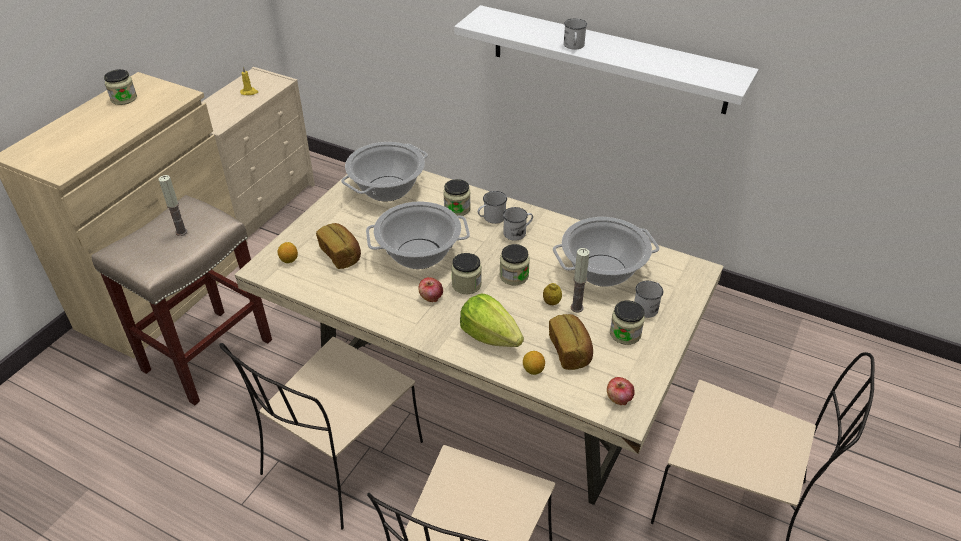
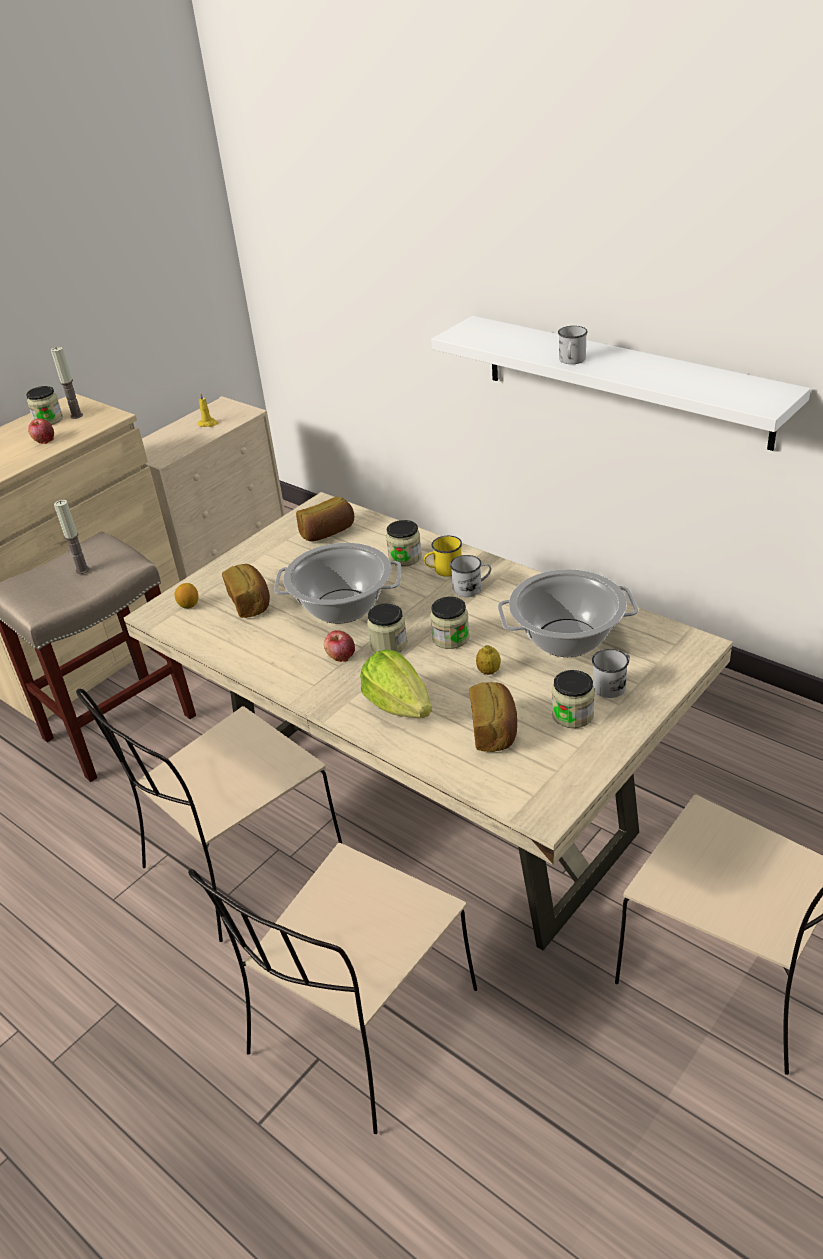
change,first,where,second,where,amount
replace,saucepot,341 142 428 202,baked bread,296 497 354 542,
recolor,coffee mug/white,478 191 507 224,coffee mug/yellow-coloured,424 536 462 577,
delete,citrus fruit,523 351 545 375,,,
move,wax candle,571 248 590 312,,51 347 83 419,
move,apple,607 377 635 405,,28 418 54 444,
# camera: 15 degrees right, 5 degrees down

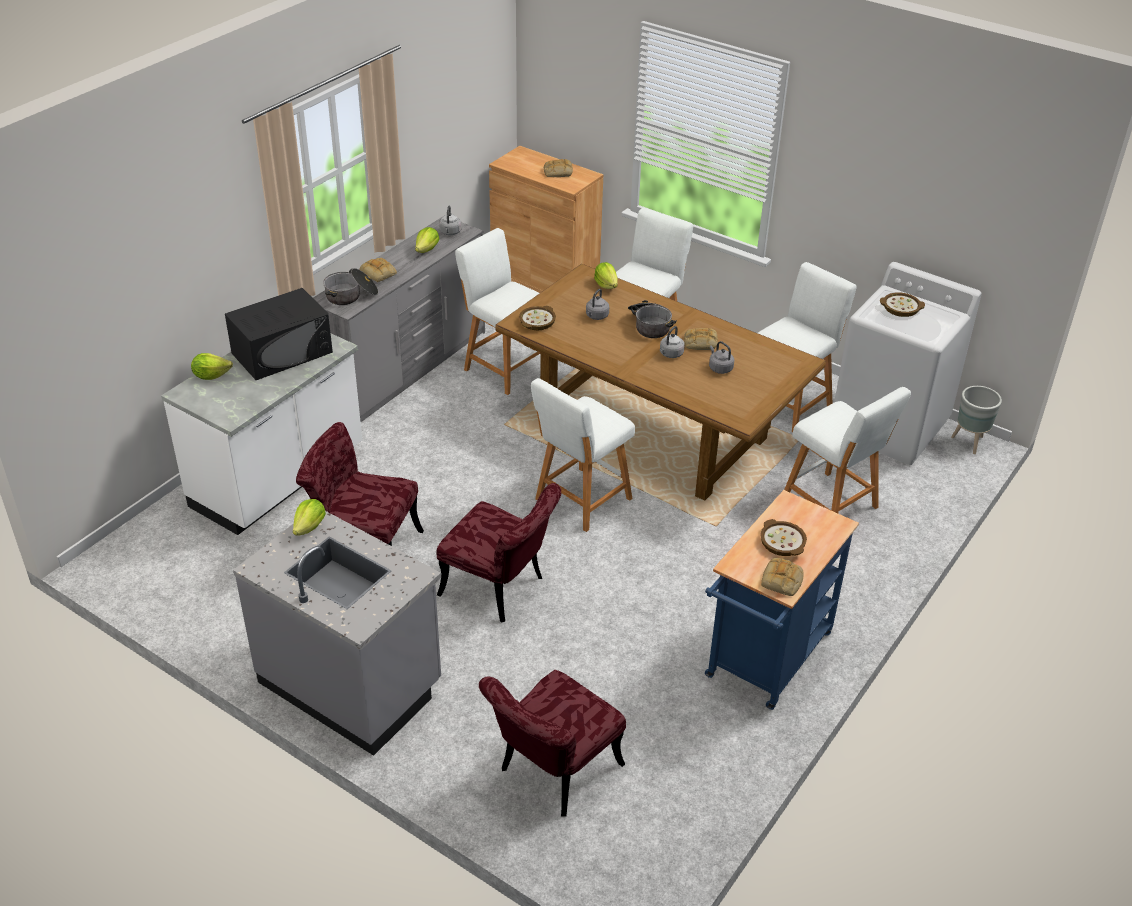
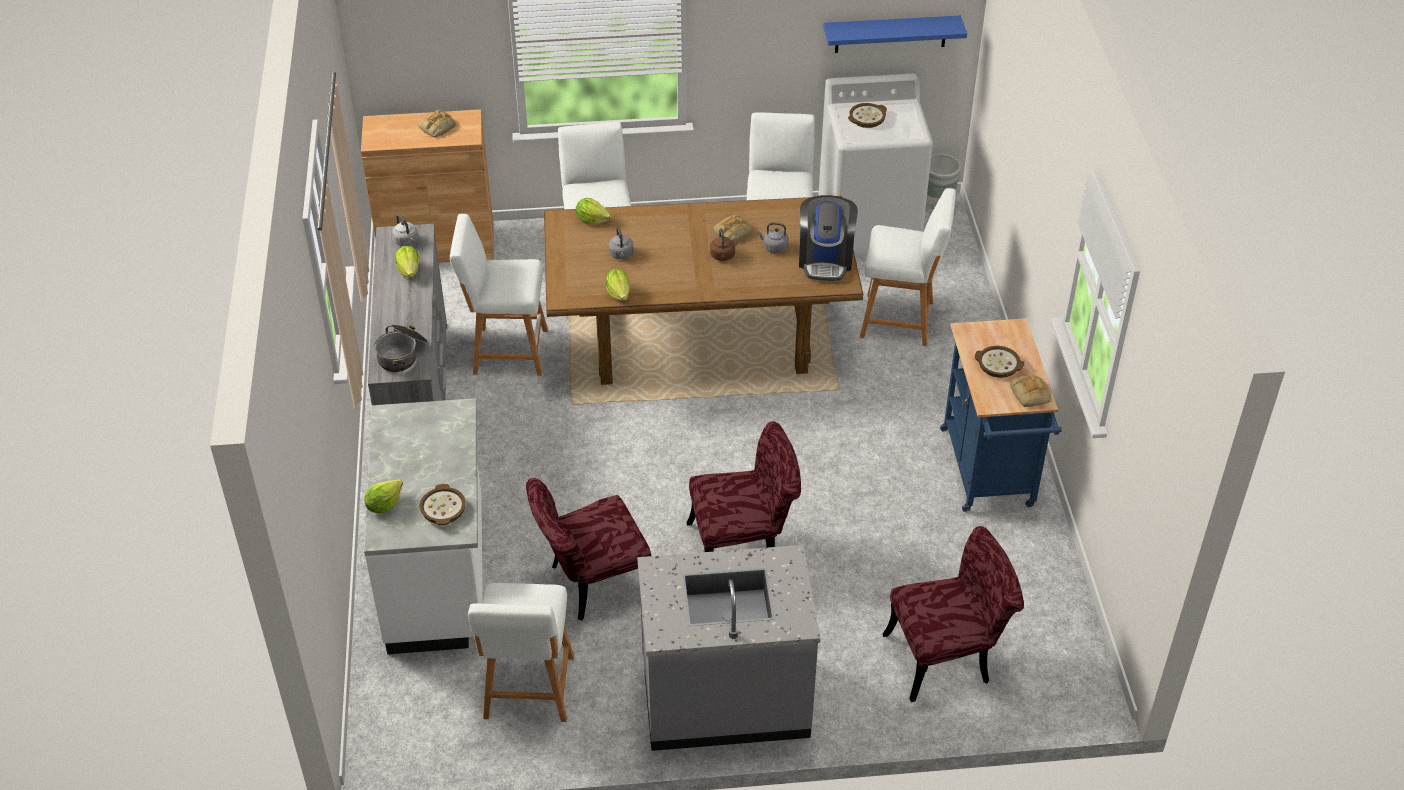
change,first,where,second,where,amount
delete,kitchen microwave/blackish,225 288 333 380,,,
move,head of lettuce,293 499 326 536,,606 269 630 301,
delete,baked bread,360 258 397 282,,,
rotate,upright chair/reddish,479 670 626 816,,883 526 1024 702,105 degrees counterclockwise
move,bowl,519 306 556 330,,419 484 466 525,
move,stool/white,531 378 635 532,,468 583 574 722,
delete,saucepot,628 300 677 338,,,
recolor,tea kettle/grey,660 326 685 358,tea kettle/brown,710 228 735 261,
insert,,,coffee brewer,799 195 858 281,
insert,,,bracket shelf/bluish,823 16 967 53,
# camera: 40 degrees left, 5 degrees up

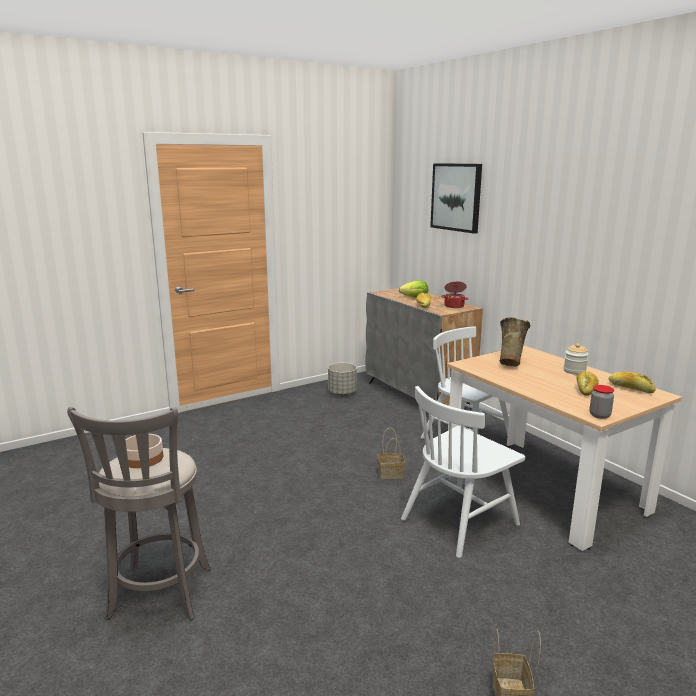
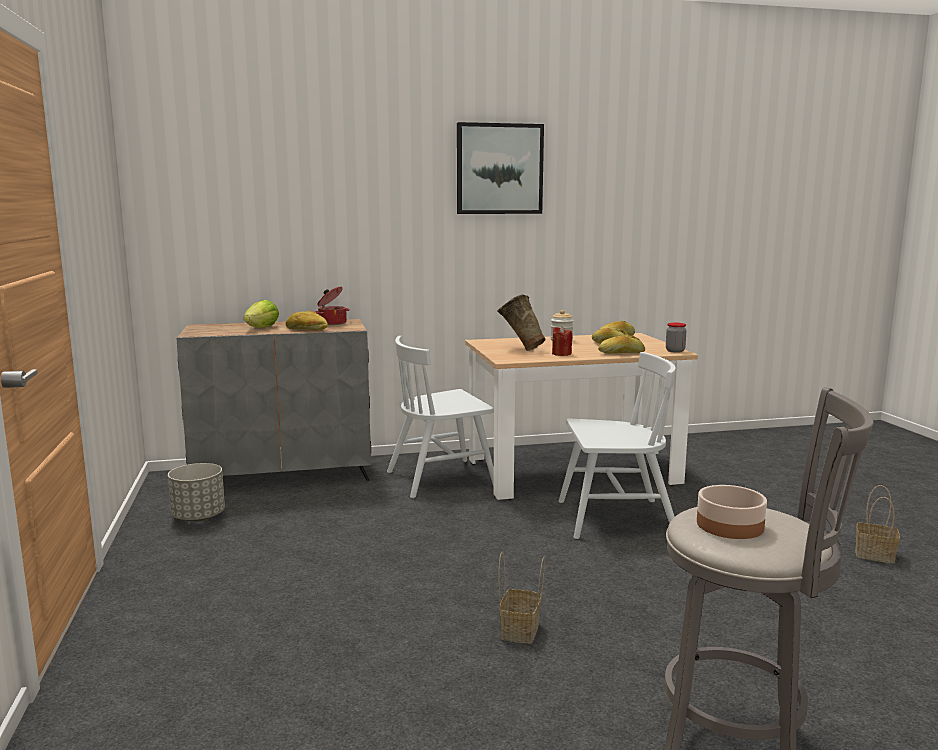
change,first,where,second,where,amount
move,household basket,378 428 405 479,,498 552 545 644,
rotate,upright chair/white,401 386 525 558,,558 352 676 539,75 degrees counterclockwise
move,wall picture,430 163 482 234,,457 122 544 214,
insert,,,wax candle/reddish,552 326 572 356,
insert,,,baked bread,598 335 645 354,
# camera: 70 degrees left, 5 degrees down

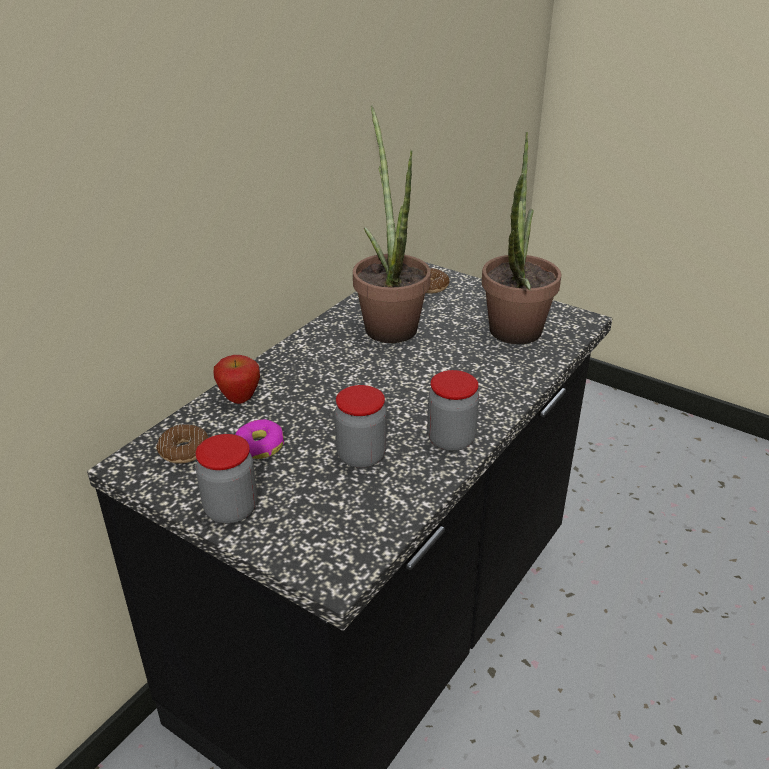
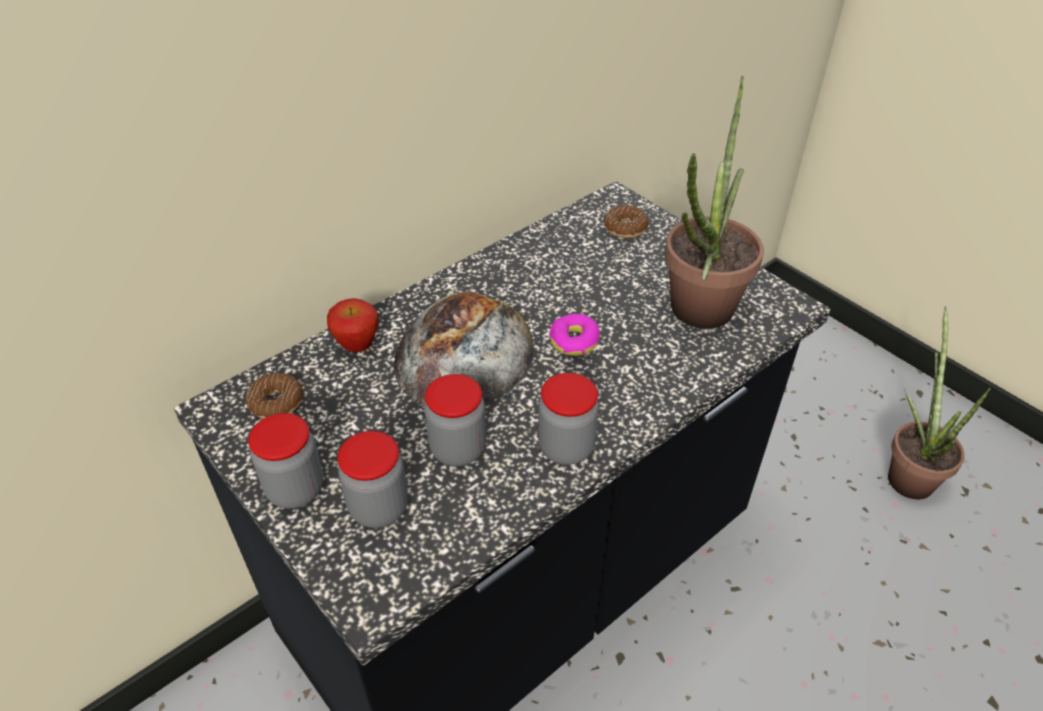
change,first,where,second,where,amount
move,ring doughnut,235 419 284 459,,549 314 600 356,
move,houseplant,353 106 431 343,,888 306 991 499,
insert,,,preserve jar,337 431 408 528,
insert,,,baked bread,393 292 534 407,
# camera: 15 degrees right, 10 degrees up

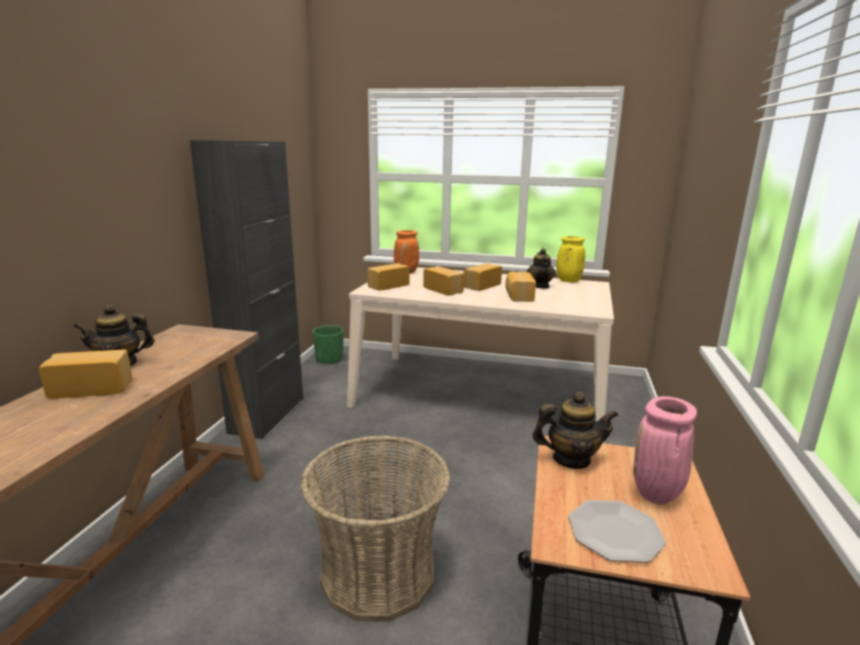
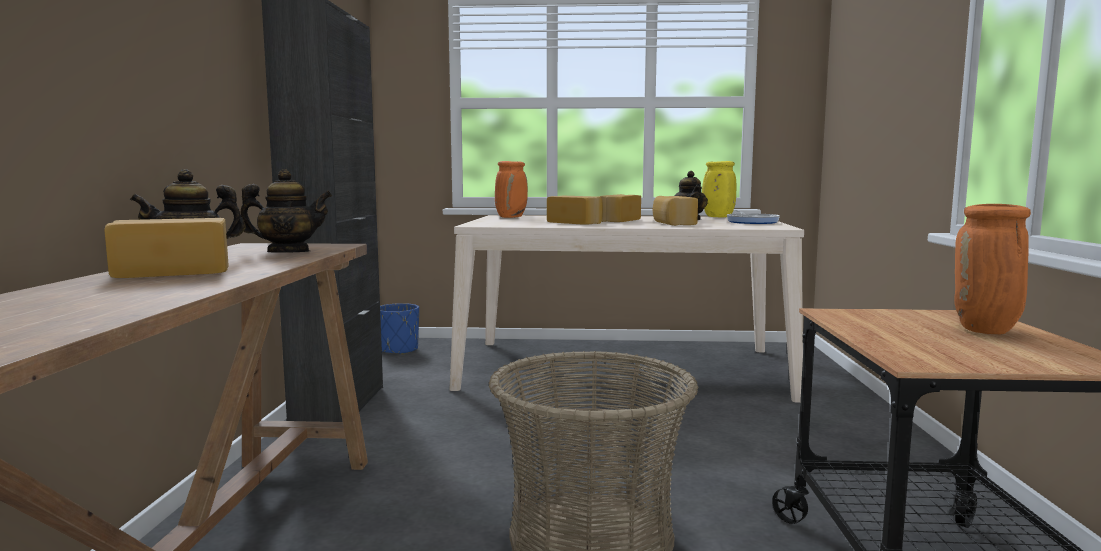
change,first,where,second,where,amount
recolor,planter/greenish,312 325 343 365,planter/bluish,380 303 419 355,
delete,baked bread,367 263 409 290,,,
move,teapot,532 392 618 469,,240 169 332 253,
delete,dinner plate,568 500 666 563,,,
recolor,vase/pink,633 396 697 505,vase/orangey,954 204 1031 334,
insert,,,pan,727 210 780 224,
# camera: 10 degrees left, 10 degrees down

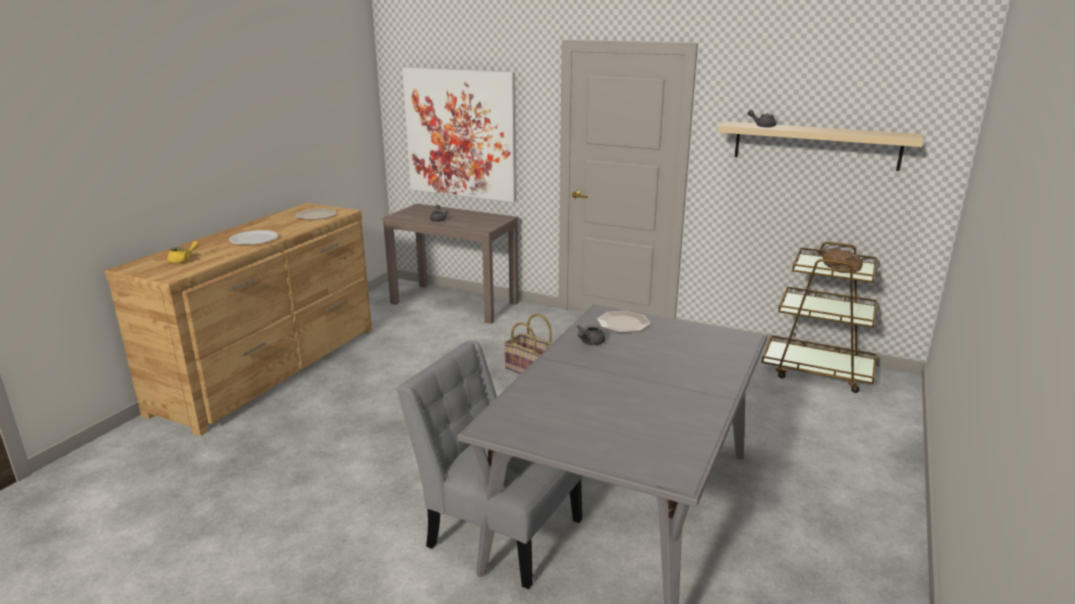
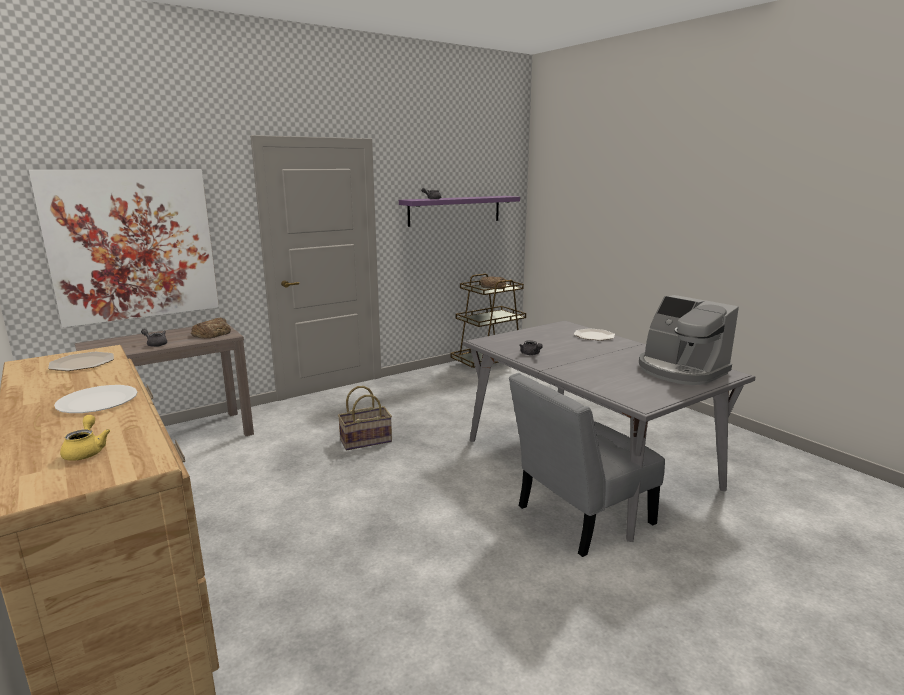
change,first,where,second,where,amount
move,dinner plate,596 311 650 333,,574 328 615 341,
recolor,bracket shelf/beige,718 121 923 171,bracket shelf/purplish,399 196 520 227,
insert,,,baked bread,191 318 231 338,
insert,,,coffee brewer,639 295 739 385,
# camera: 60 degrees left, 5 degrees down

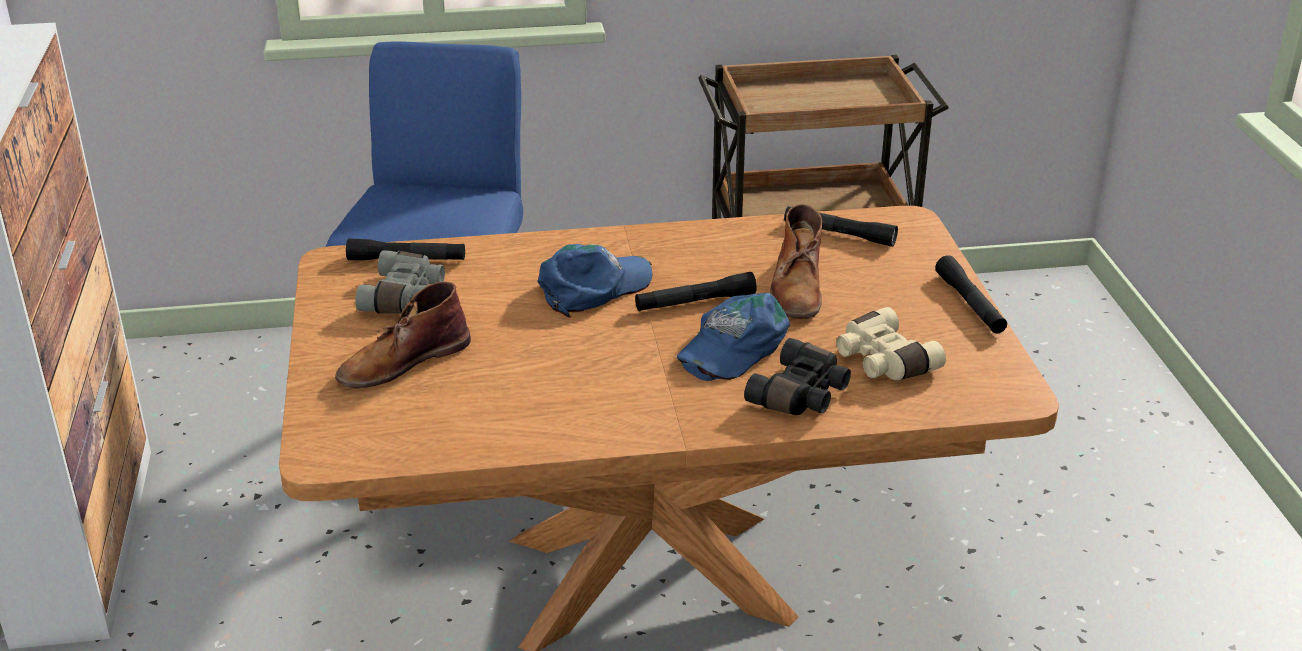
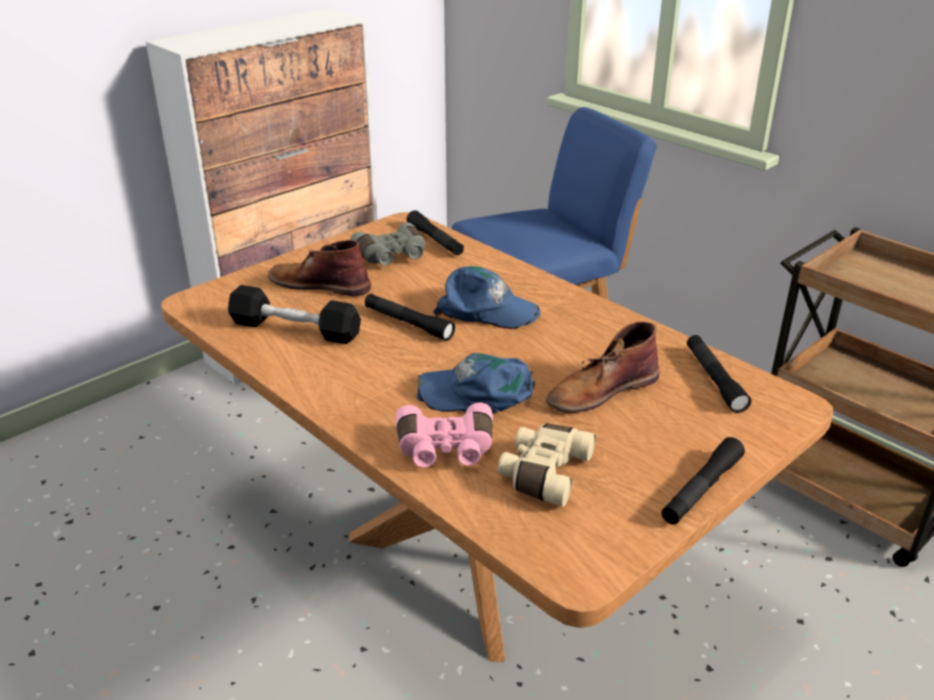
change,first,where,second,where,amount
move,torch/blackish,635 272 757 311,,365 294 455 341,
recolor,pair of binoculars/blackish,744 338 851 415,pair of binoculars/pink,395 403 493 467,
insert,,,free weight/blackish,228 285 361 344,
# camera: 55 degrees right, 0 degrees up

